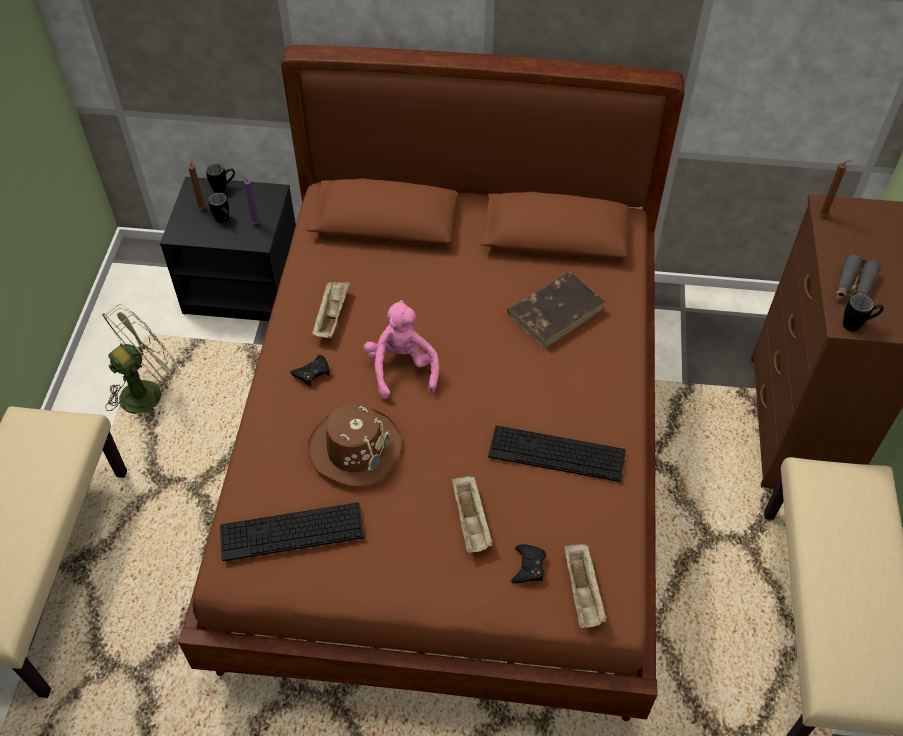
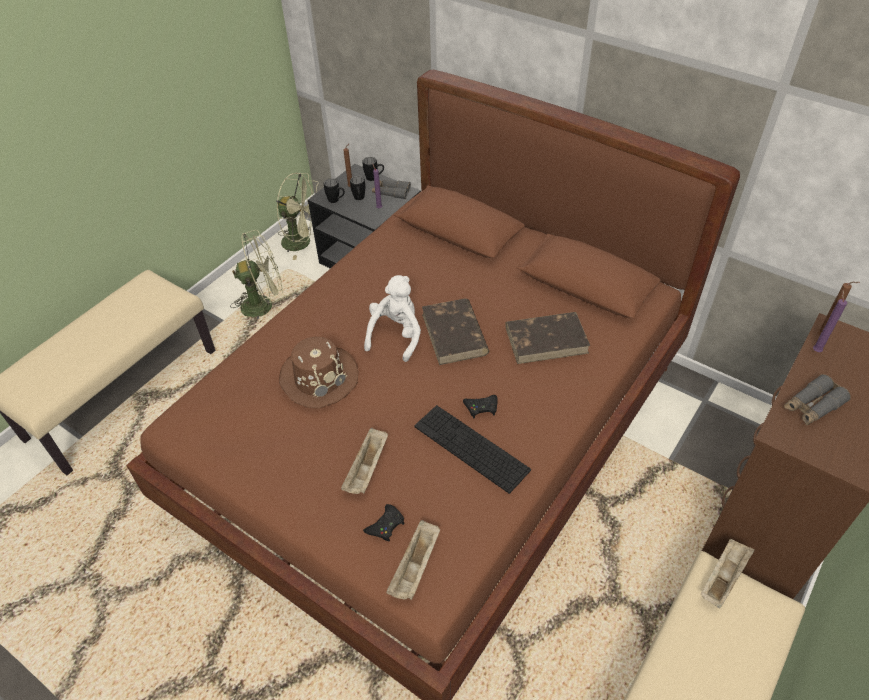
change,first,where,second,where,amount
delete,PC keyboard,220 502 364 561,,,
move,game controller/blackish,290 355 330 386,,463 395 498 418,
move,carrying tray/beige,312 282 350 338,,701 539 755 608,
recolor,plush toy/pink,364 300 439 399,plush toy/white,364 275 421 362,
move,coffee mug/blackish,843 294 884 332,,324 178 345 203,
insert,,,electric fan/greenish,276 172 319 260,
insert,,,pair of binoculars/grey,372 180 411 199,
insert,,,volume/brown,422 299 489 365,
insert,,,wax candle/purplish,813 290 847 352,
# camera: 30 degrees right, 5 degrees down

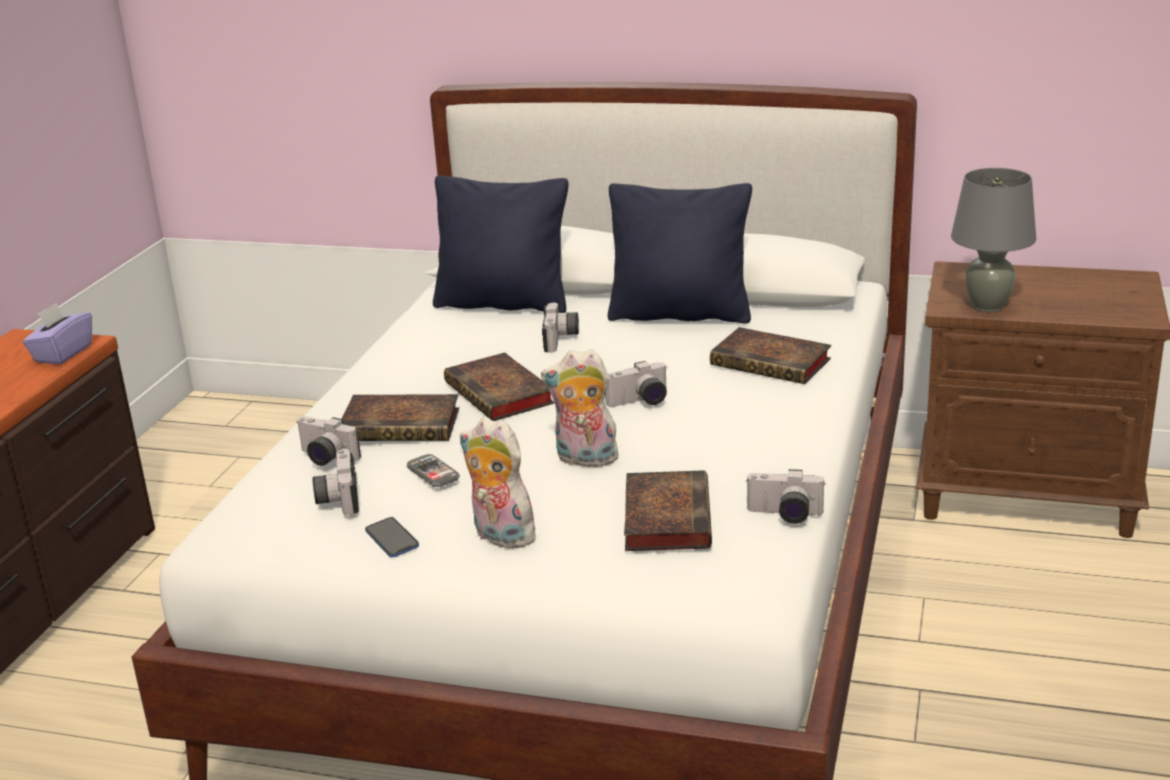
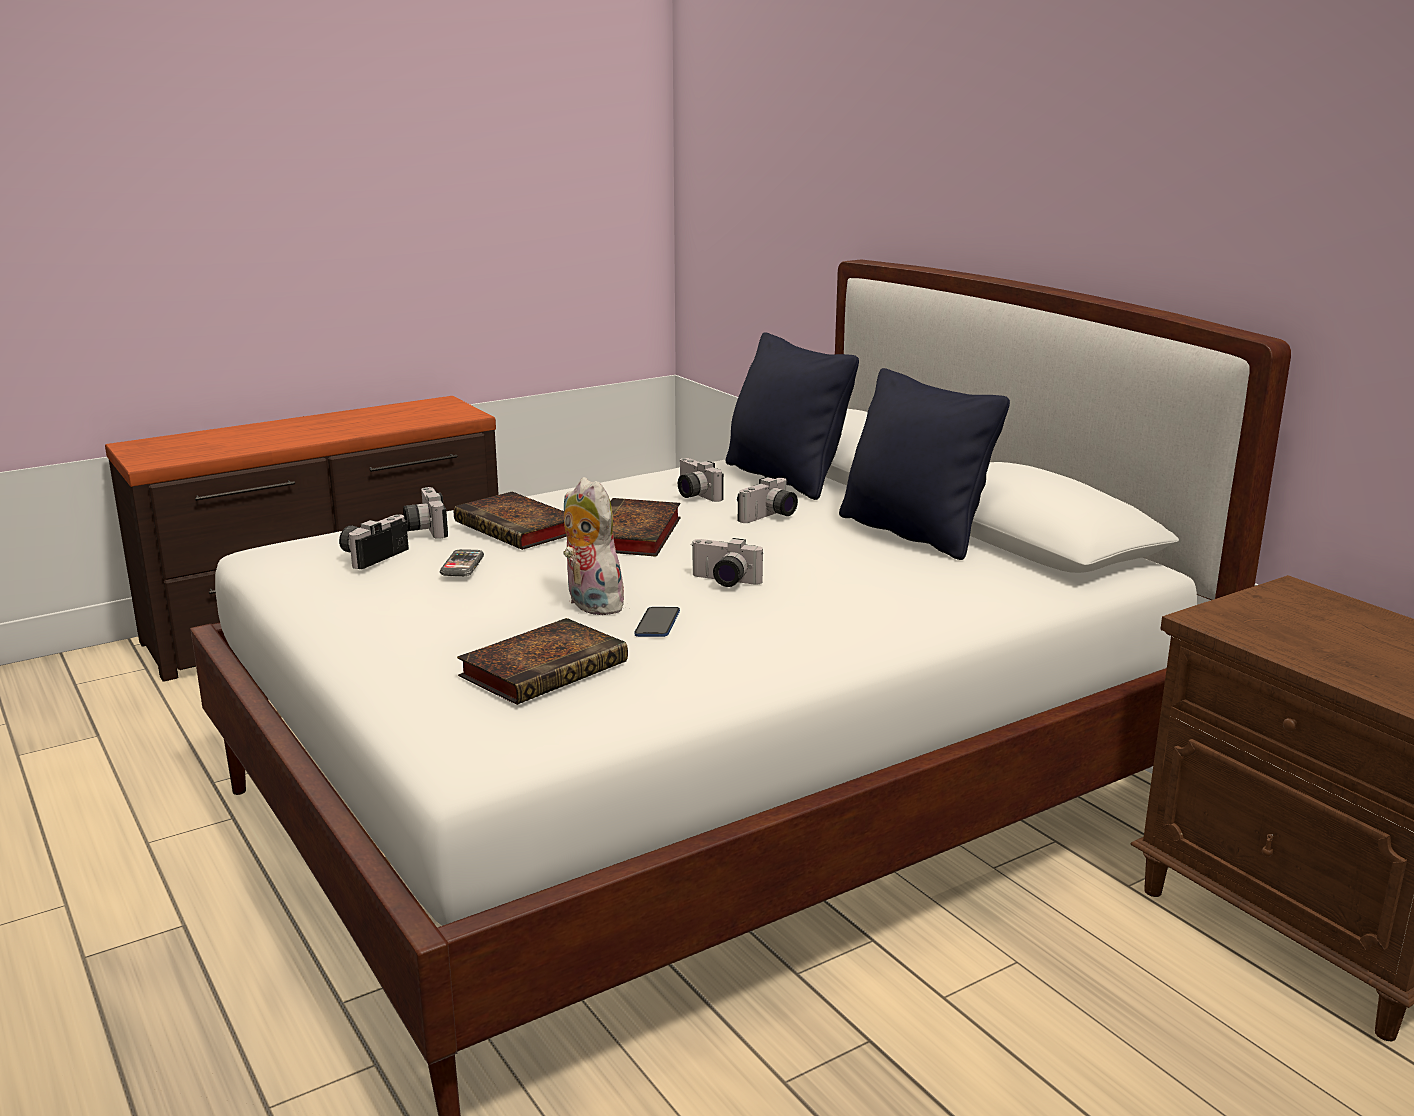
change,first,where,second,where,amount
delete,box of tissues/purplish,23 303 92 365,,,
move,handset,365 517 419 557,,634 607 680 637,
delete,plush toy,460 417 537 550,,,
delete,volume,710 327 831 384,,,
move,still camera,746 469 826 524,,678 458 724 502,
delete,lamp for a table/grey,951 168 1036 312,,,
# camera: 40 degrees right, 5 degrees down

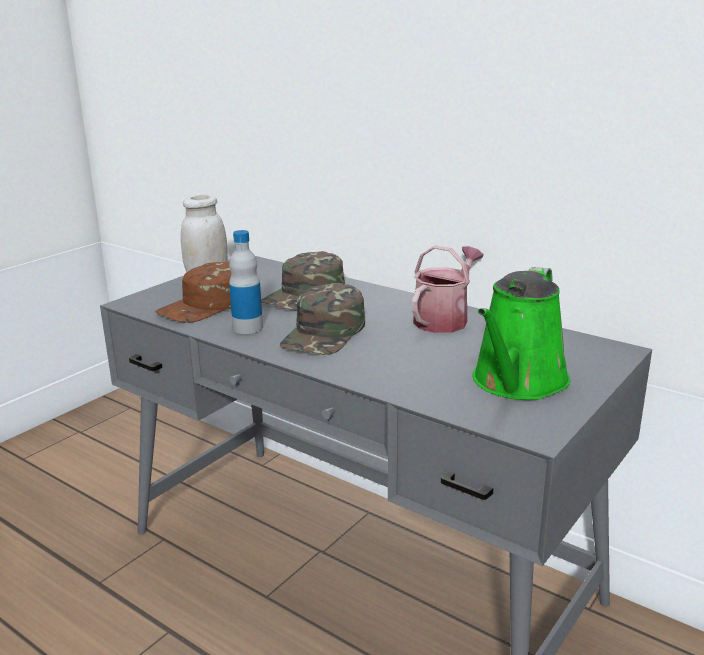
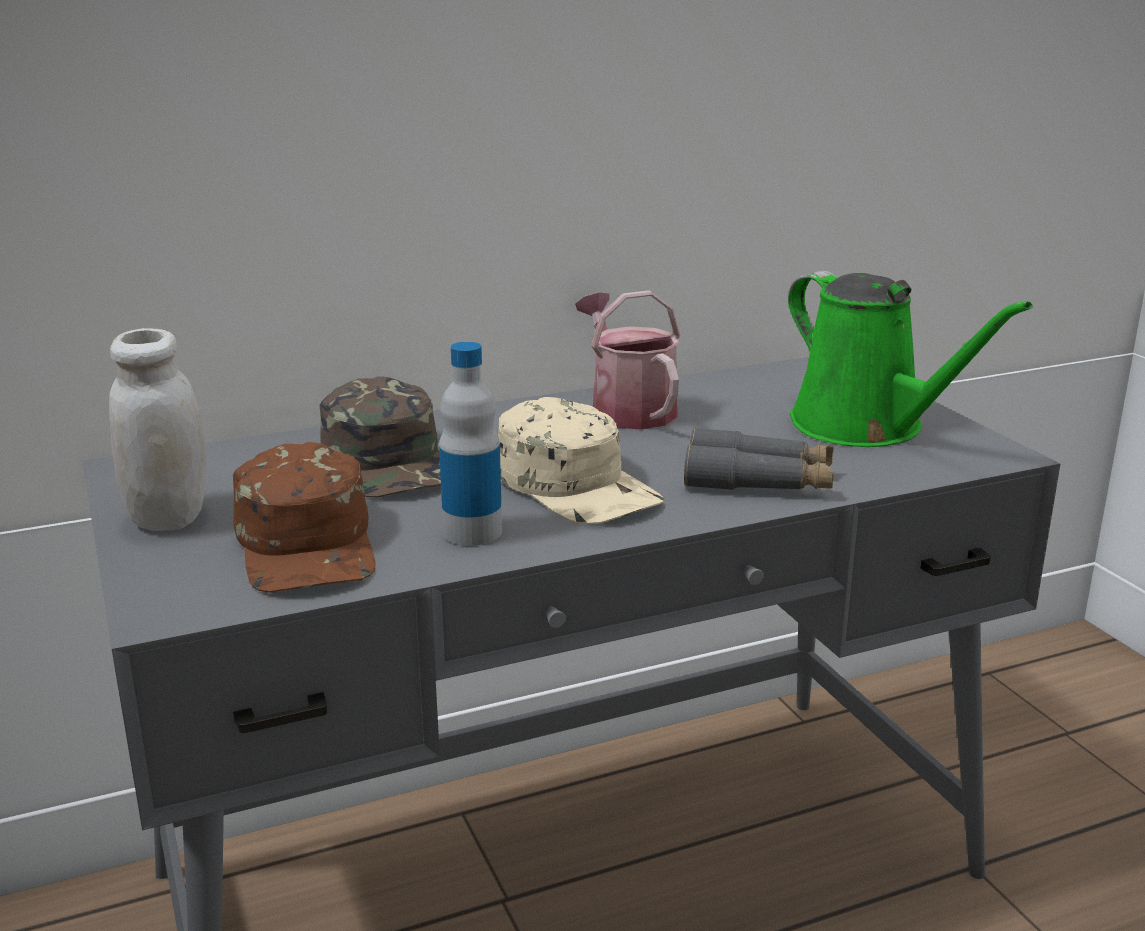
change,first,where,second,where,amount
recolor,peaked cap/greenish,280 283 365 355,peaked cap/beige,498 397 664 524,
insert,,,pair of binoculars/grey,684 428 834 490,
# camera: 60 degrees left, 0 degrees up

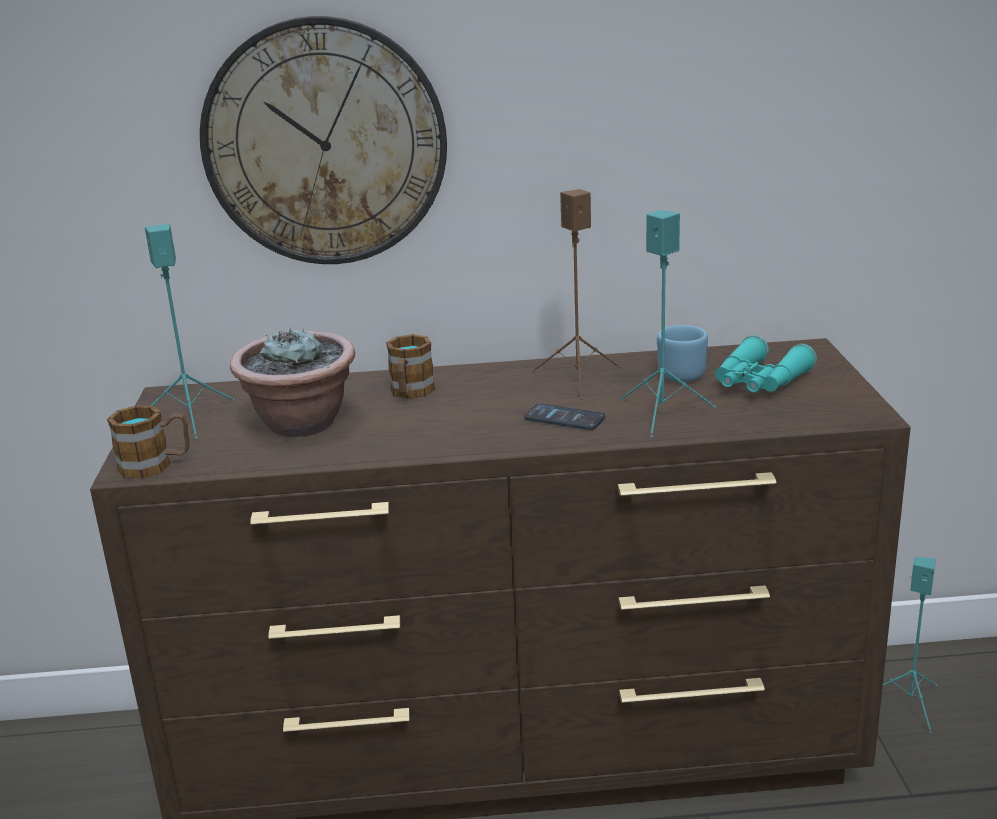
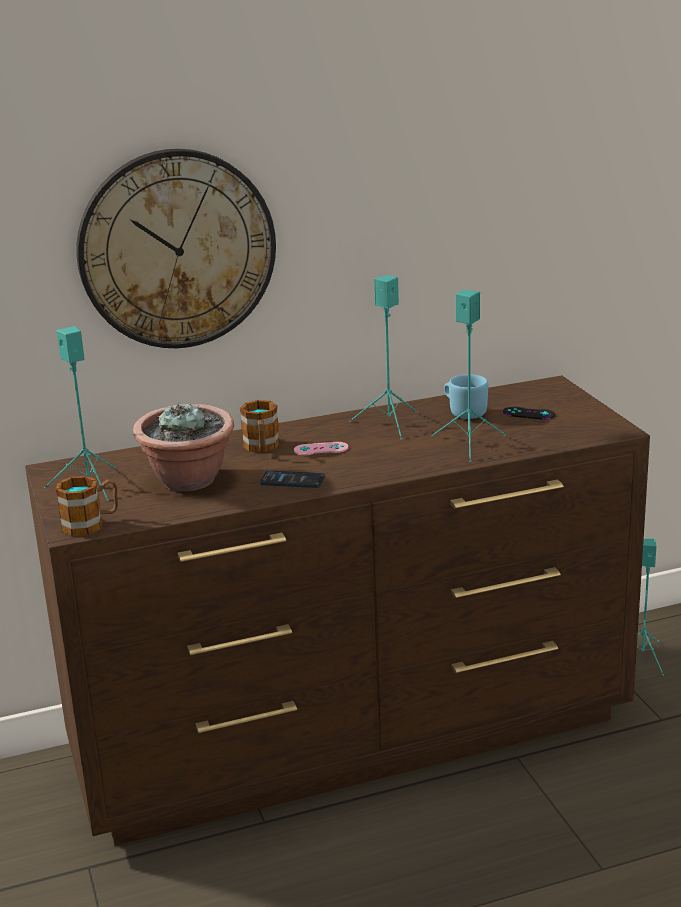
change,first,where,second,where,amount
move,handset,524 404 605 430,,260 471 325 488,
recolor,loudspeaker/brown,532 189 621 400,loudspeaker/turquoise-coloured,349 275 418 440,
replace,pair of binoculars/turquoise-coloured,715 335 817 392,game controller/blackish,503 407 555 420,
insert,,,game controller/pink,294 442 348 455,
# camera: 15 degrees left, 0 degrees up

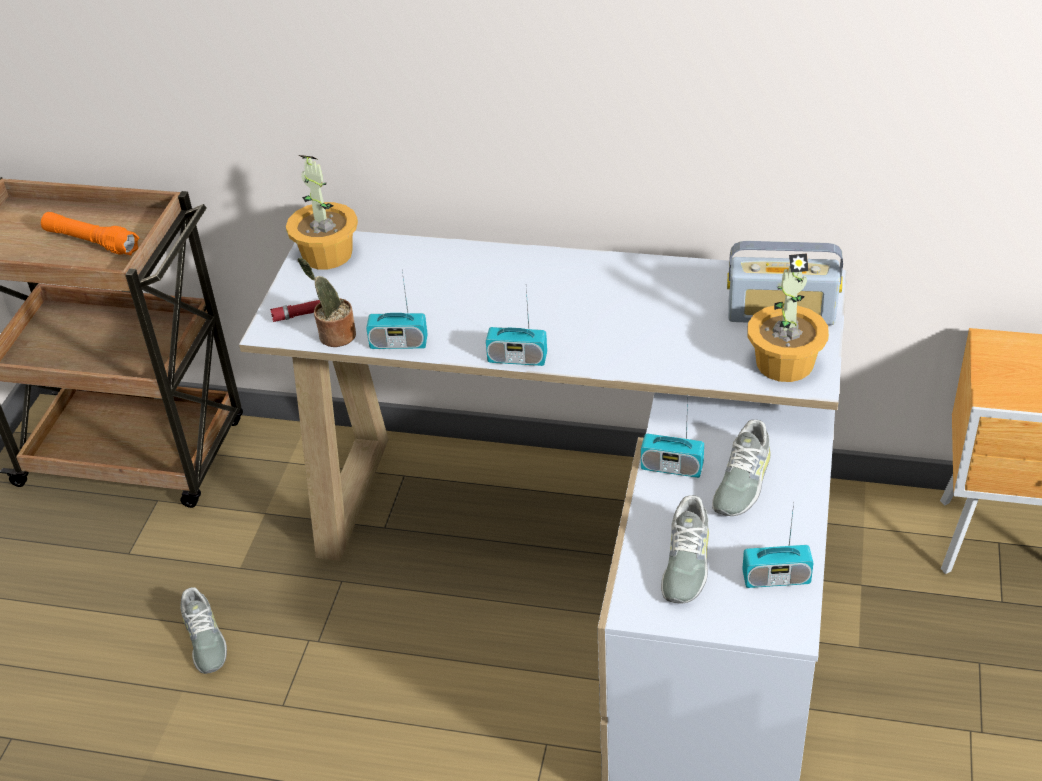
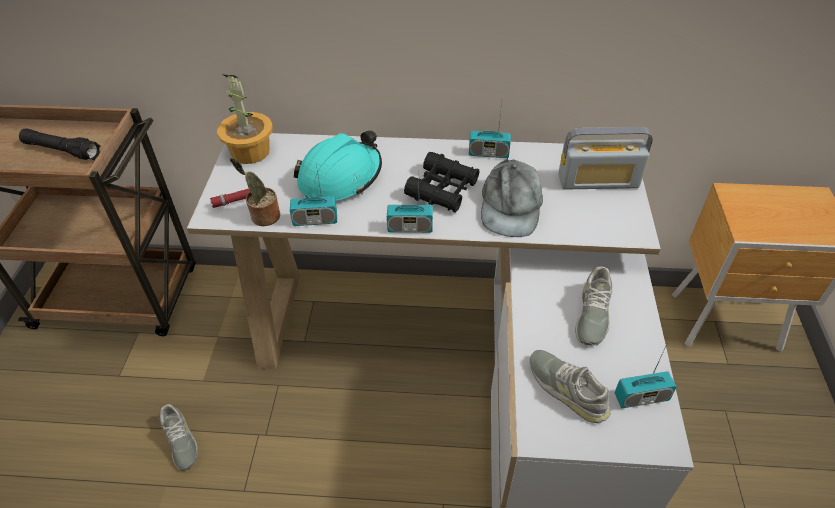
change,first,where,second,where,amount
recolor,torch/orangey,41 212 139 256,torch/blackish,19 128 100 160,
move,radio,641 400 704 478,,469 102 511 158,
rotate,item of footwear/grey,661 495 709 604,,530 350 611 423,135 degrees clockwise
delete,houseplant,748 254 829 382,,,
insert,,,work helmet/turquoise-coloured,294 131 382 201,
insert,,,pair of binoculars/blackish,404 152 479 212,
insert,,,peaked cap/grey,481 158 543 237,
# camera: 10 degrees left, 5 degrees up

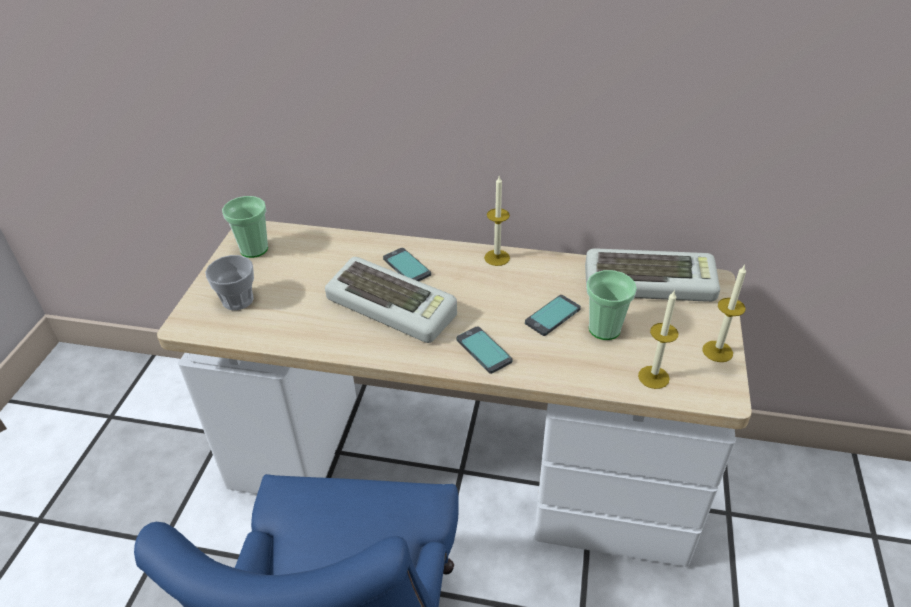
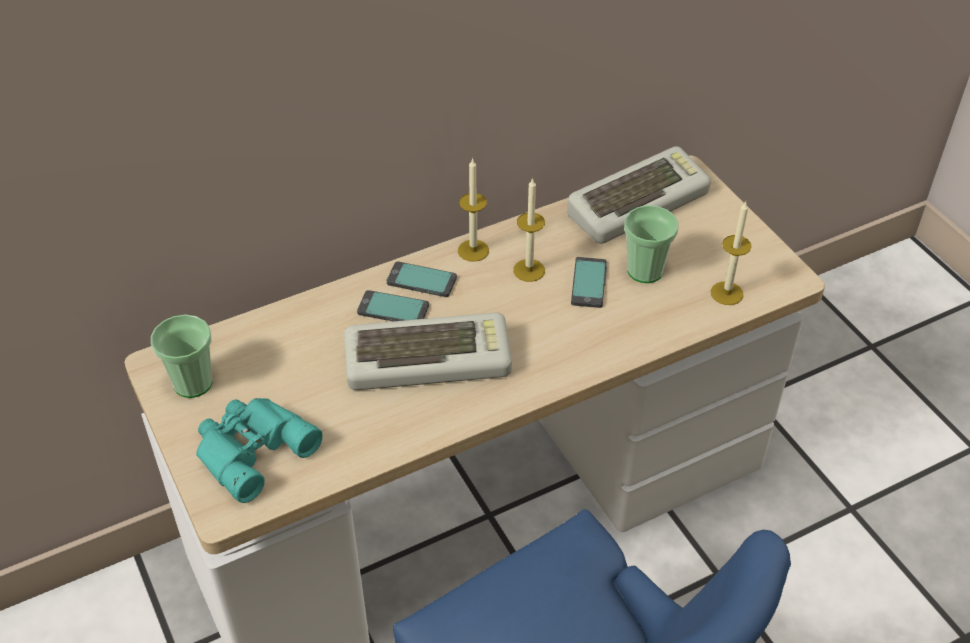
change,first,where,second,where,amount
replace,cup,205 255 254 310,pair of binoculars/turquoise-coloured,196 398 322 503,
move,handset,457 326 513 374,,387 261 457 297,
move,wax candle,702 265 746 362,,513 178 545 282,
# camera: 40 degrees left, 5 degrees up

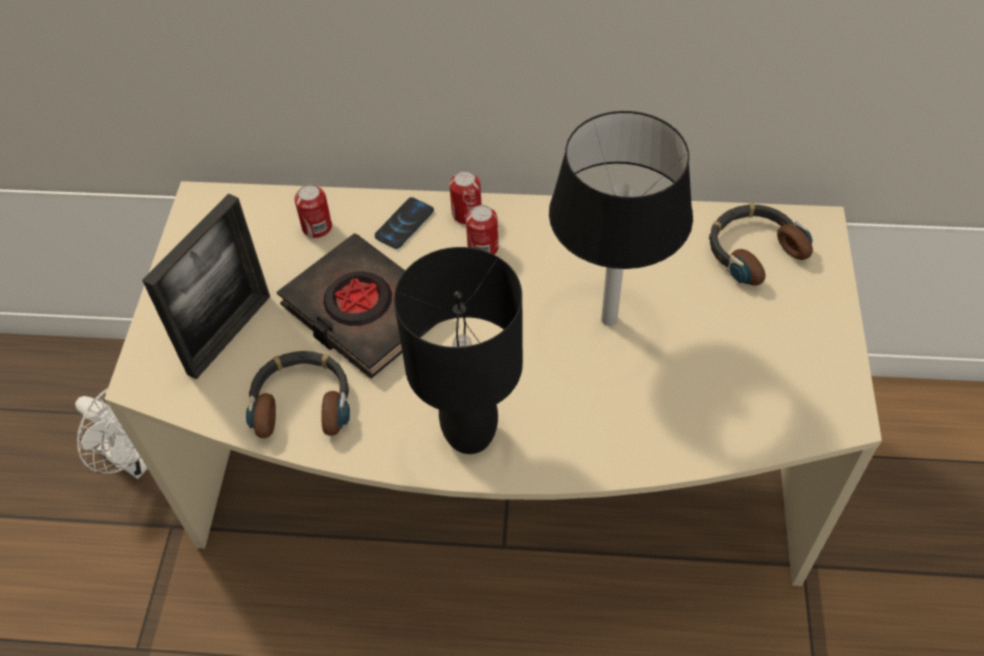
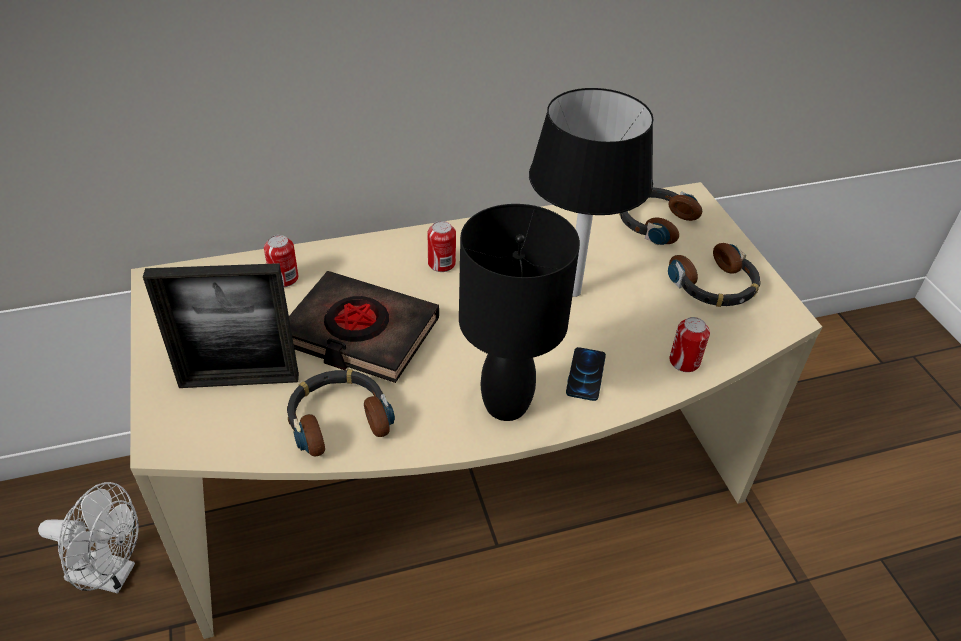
change,first,where,second,where,amount
rotate,standing frame,142 193 270 379,,143 263 299 388,75 degrees clockwise
move,handset,375 197 434 249,,566 347 606 401,
move,metal can,449 171 482 224,,669 317 710 372,
insert,,,pair of headphones,668 243 761 307,
# camera: 25 degrees left, 10 degrees down

